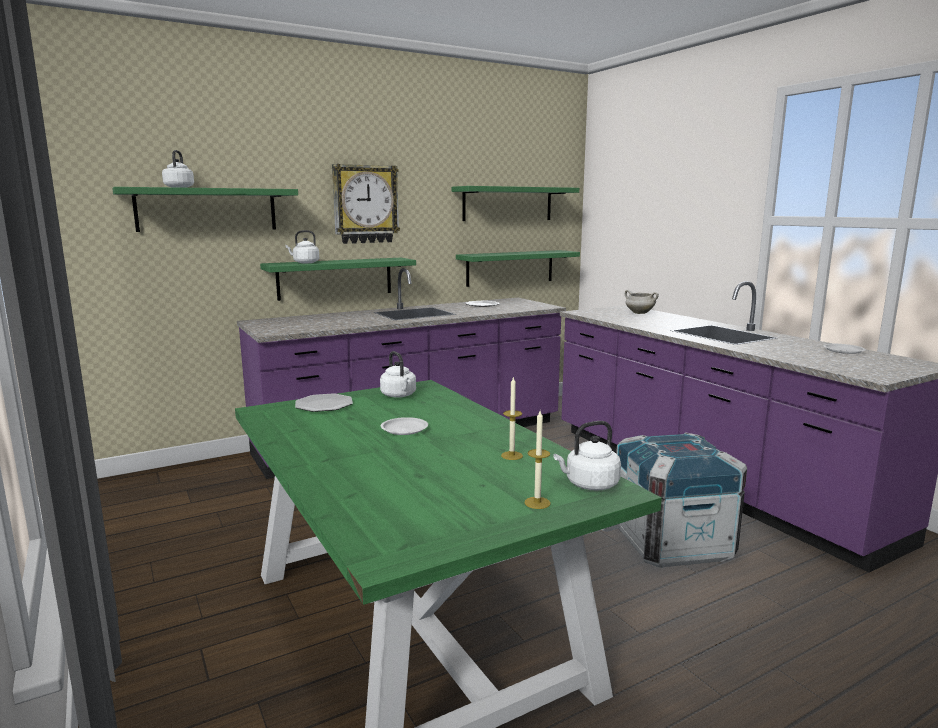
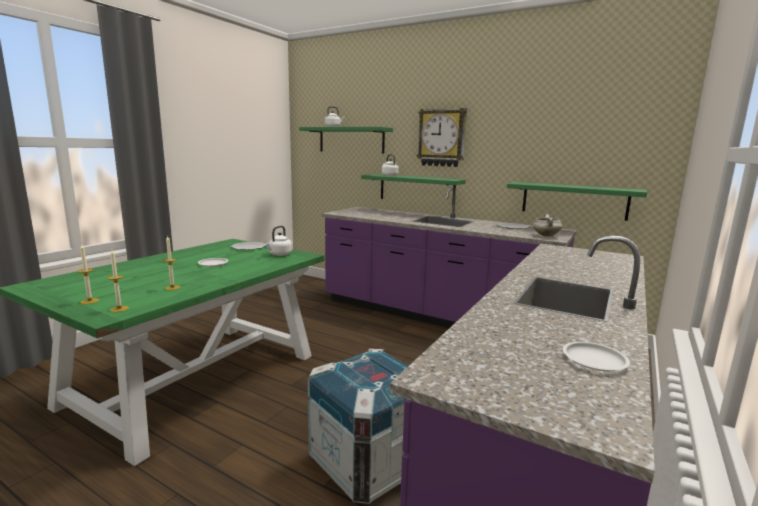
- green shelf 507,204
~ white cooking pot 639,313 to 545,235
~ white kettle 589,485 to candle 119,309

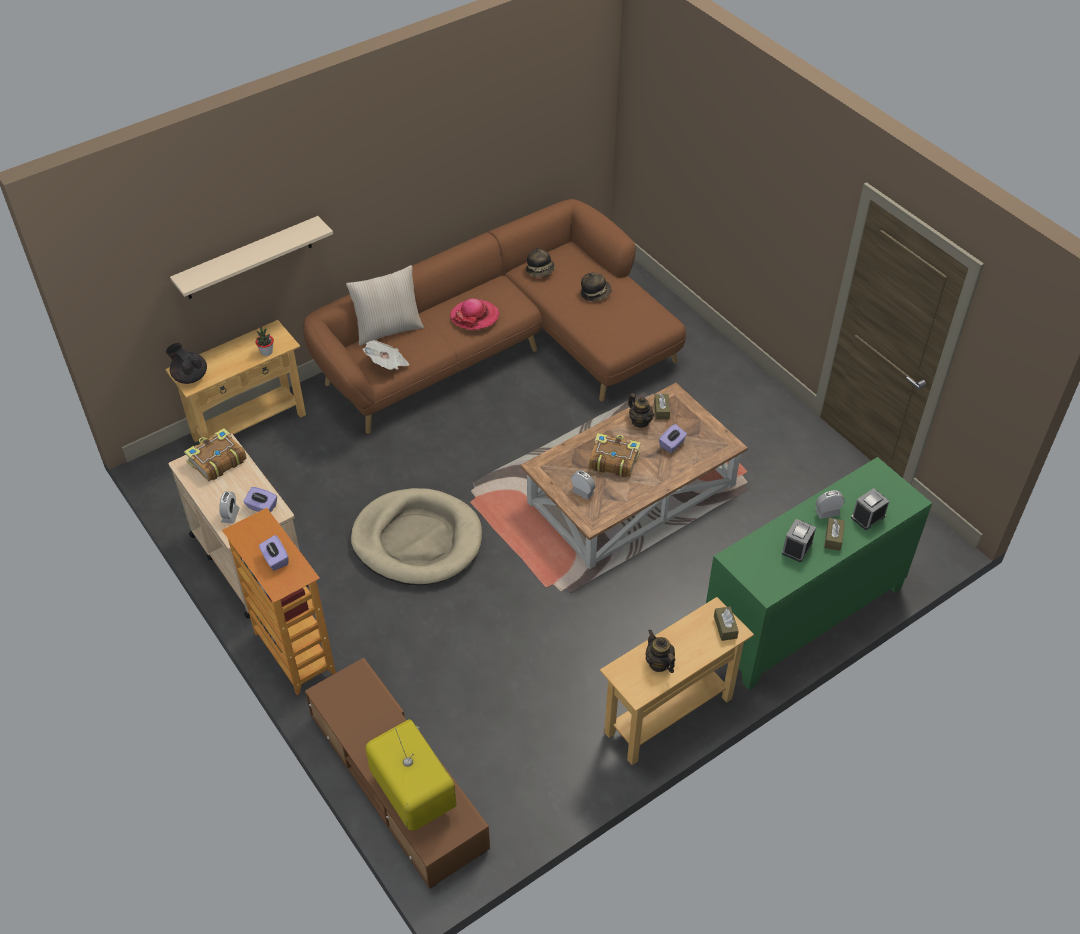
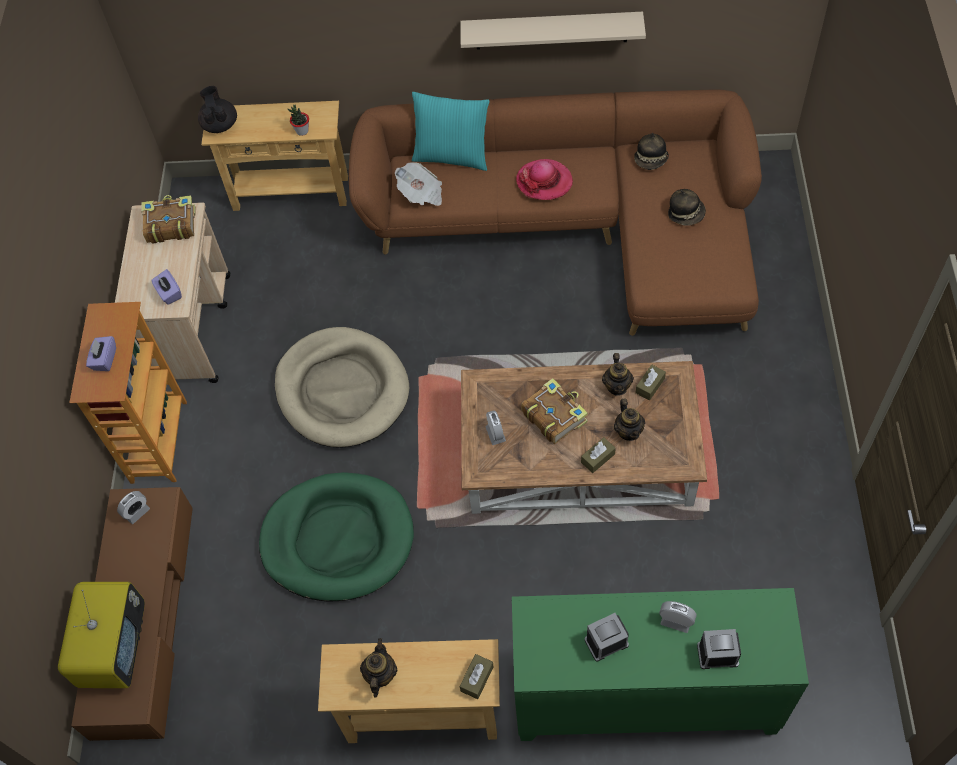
~ beige shelf 248,258 to 551,30
~ beige pillow 388,329 to turquoise pillow 452,156
~ purple tissue box 672,444 to teapot 628,431
~ alarm clock 230,515 to 137,512
~ brown tissue box 833,538 to 598,458
+ green dog bed 338,539

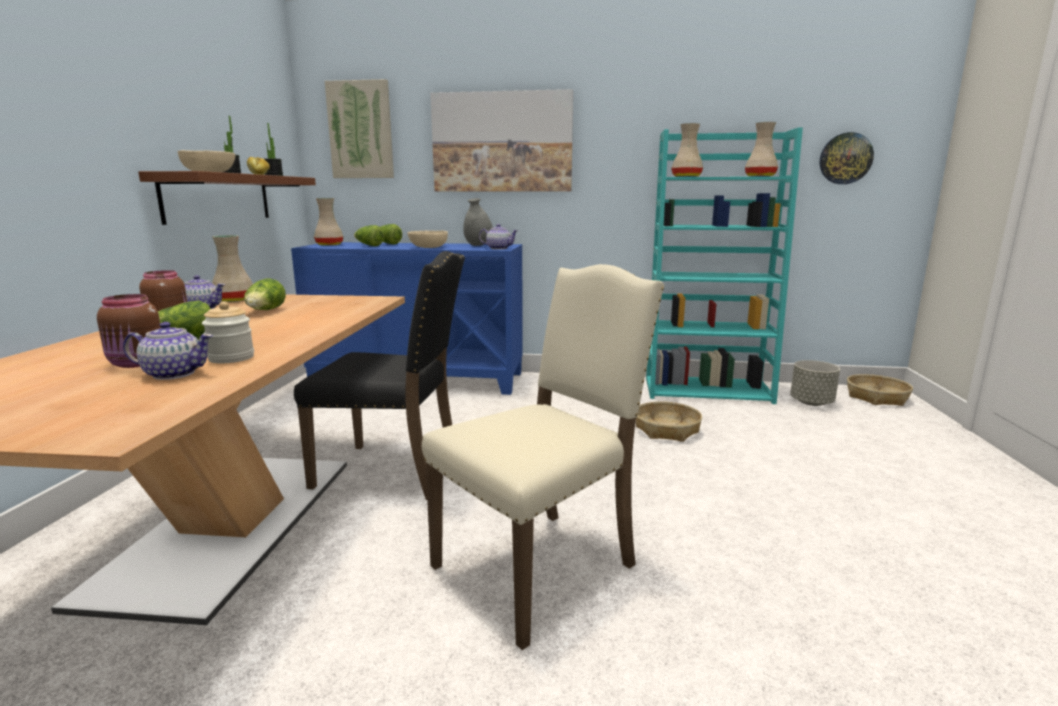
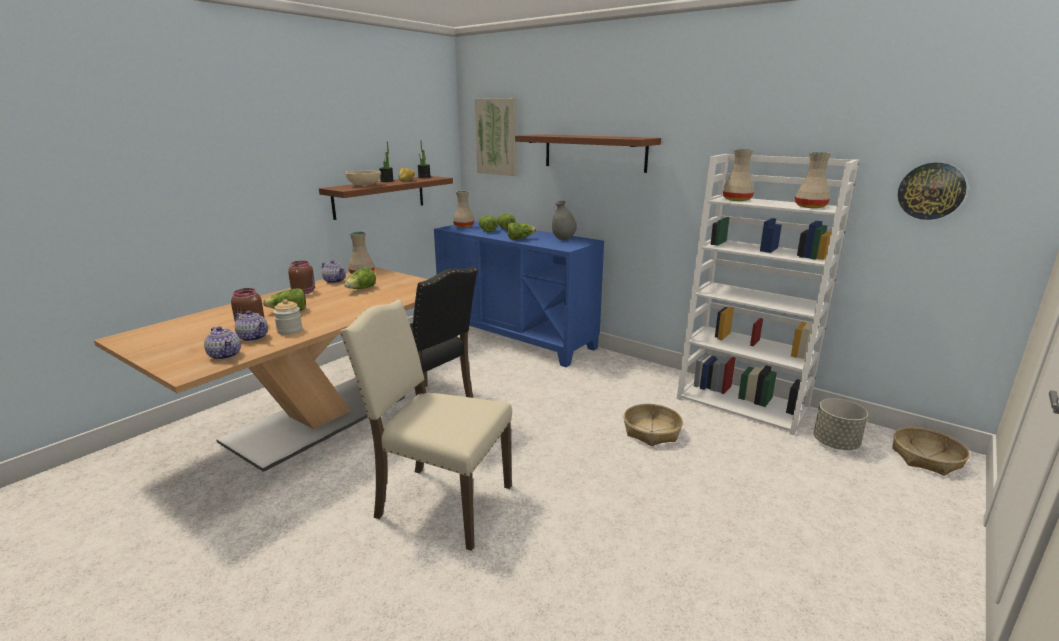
~ picture 502,142 to brown shelf 594,152
~ turquoise bookcase 708,390 to white bookcase 743,403
~ teapot 498,248 to 225,355
~ beige bowl 428,247 to lettuce 520,239
~ beige chair 540,566 = 440,502 150 degrees counterclockwise

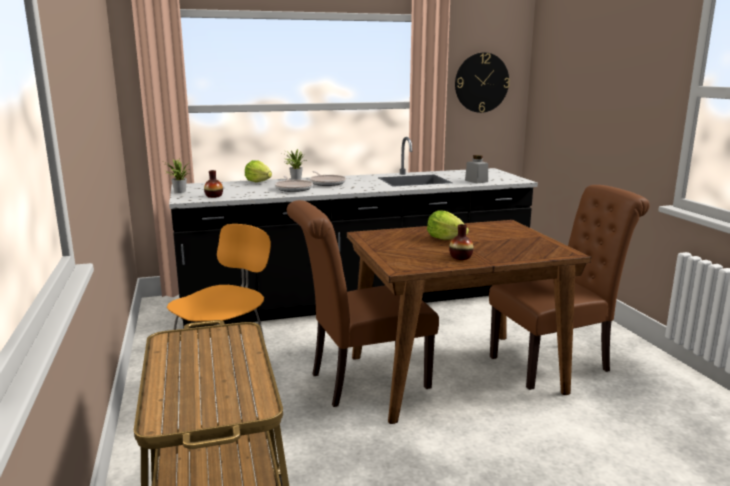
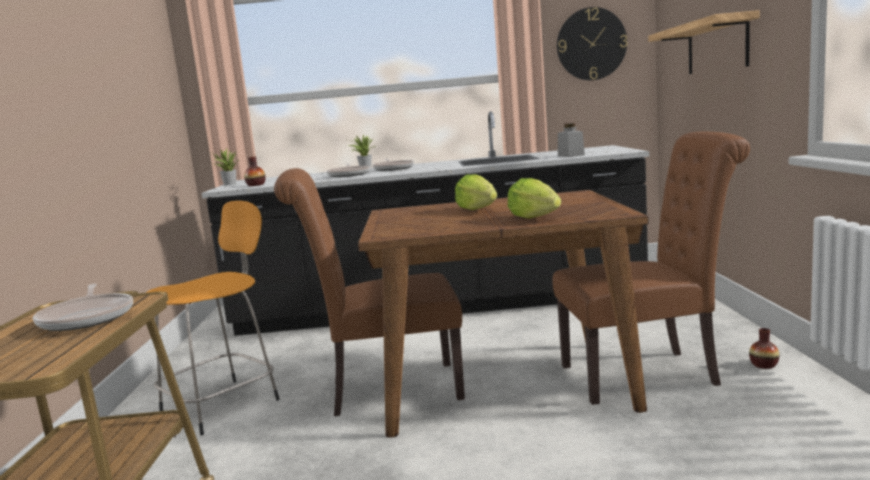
~ lettuce 259,182 to 534,218
~ vase 460,257 to 763,365
+ shelf 717,46
+ frying pan 88,317

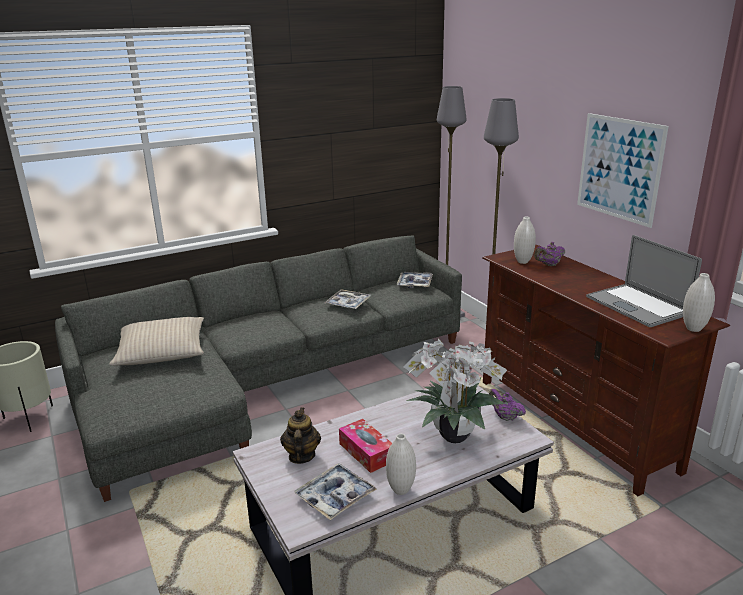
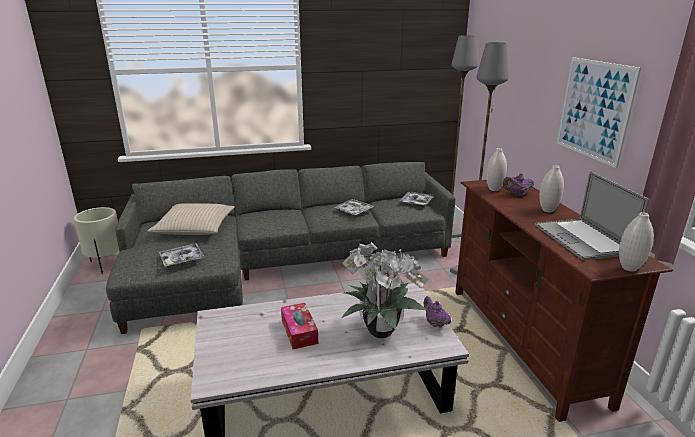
- teapot 301,456
~ white vase 400,490 to 547,210
~ tray 335,497 to 182,259

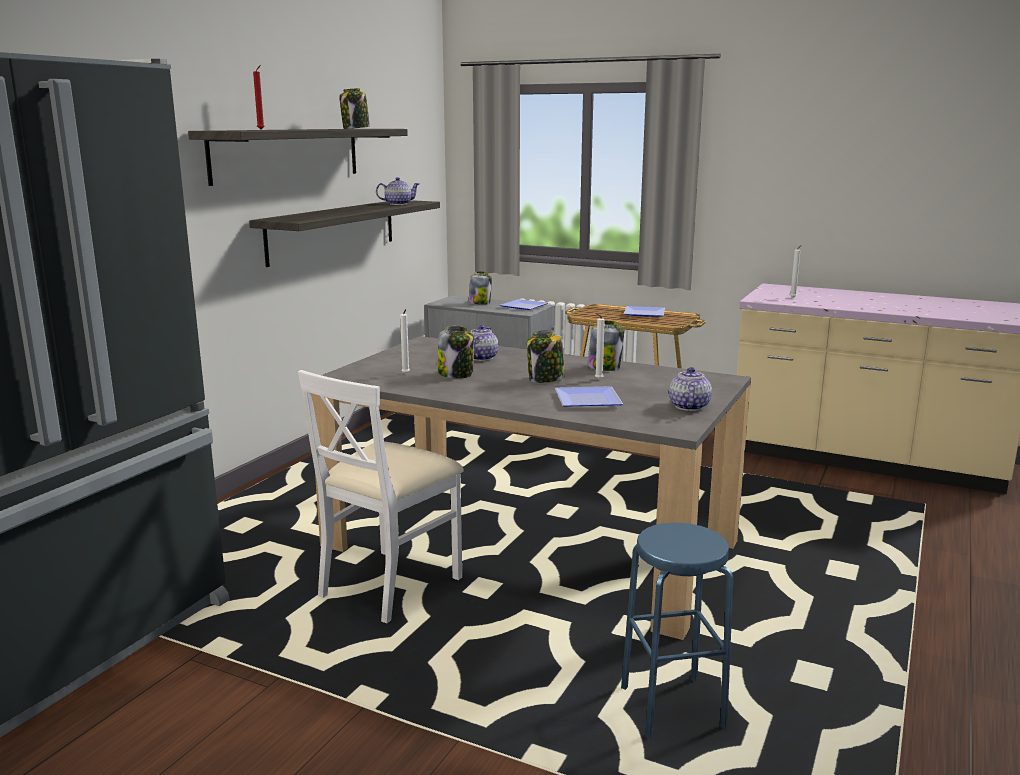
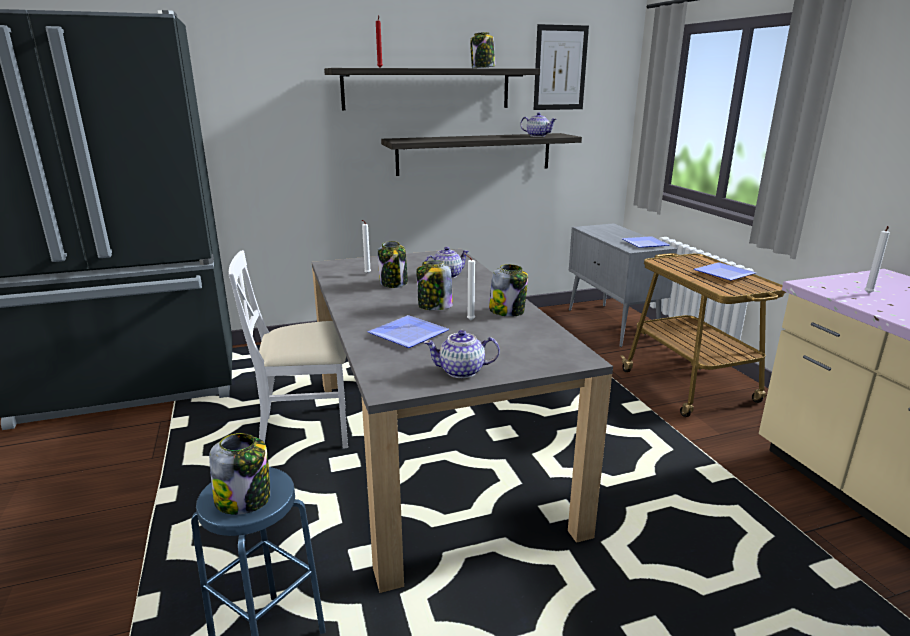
~ jar 479,303 to 244,499
~ teapot 688,406 = 462,371 150 degrees counterclockwise
+ picture 560,68

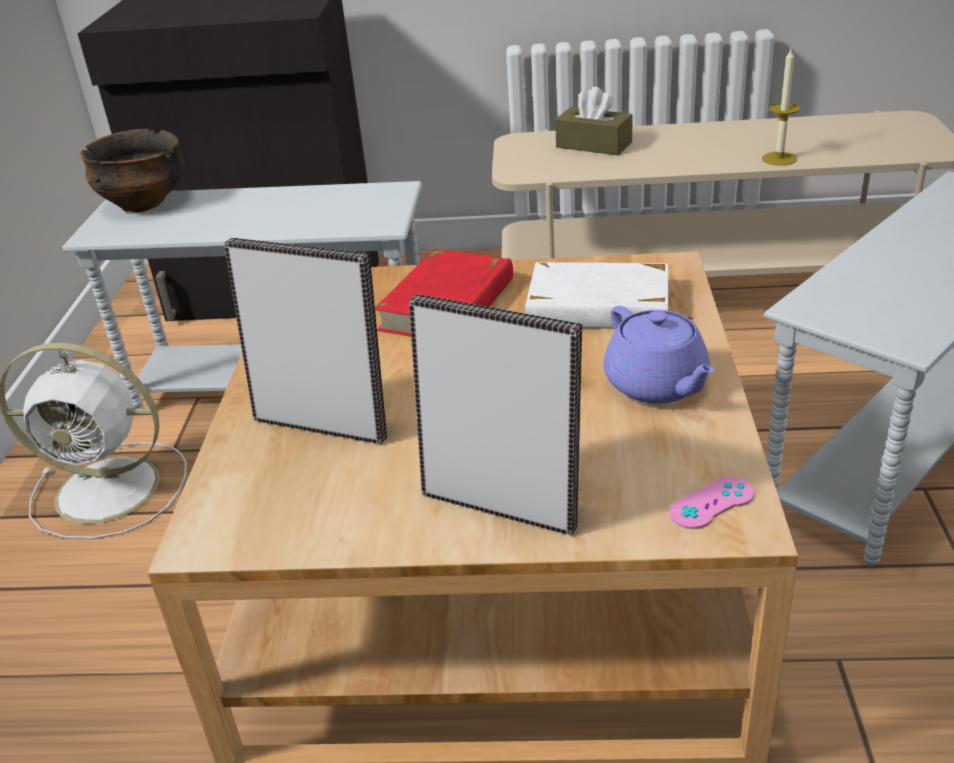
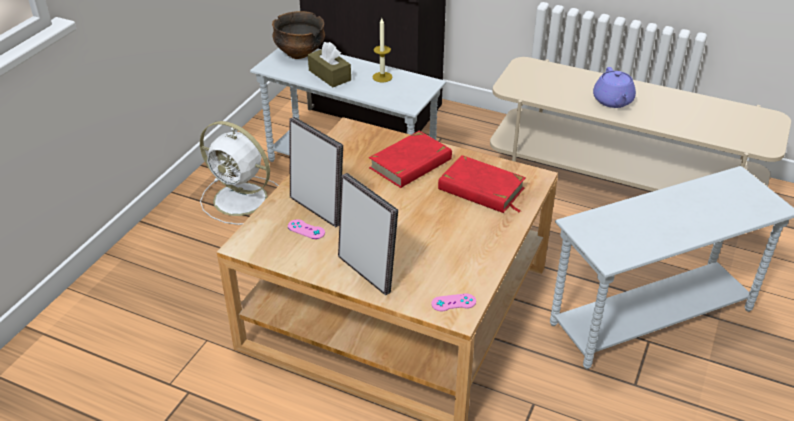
~ candle 779,159 to 382,77
~ brown tissue box 594,145 to 329,75
~ white book 599,307 to red book 481,189
~ purple teapot 657,385 to 613,101
+ pink game controller 306,229

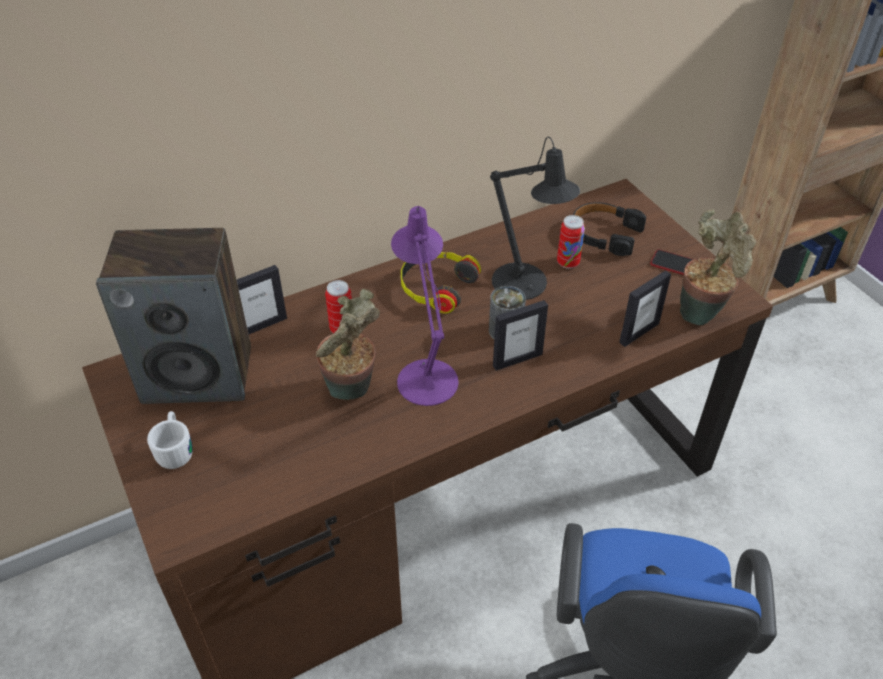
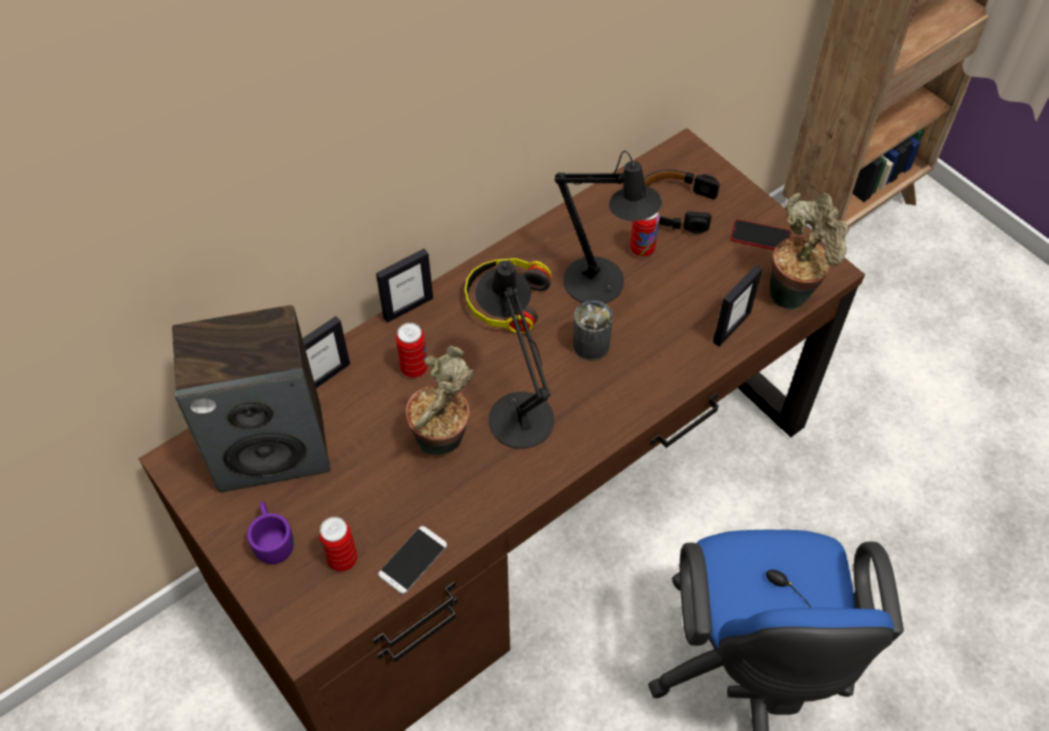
~ purple table lamp 425,375 to black table lamp 517,411
~ picture frame 517,359 to 408,307
~ white mug 175,448 to purple mug 272,538
+ can 342,559
+ phone 413,560

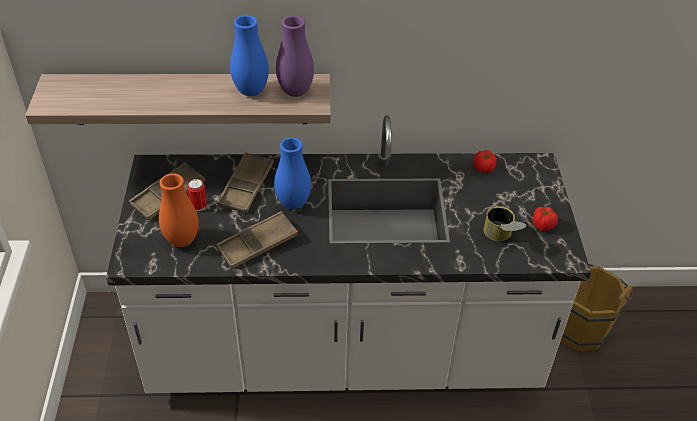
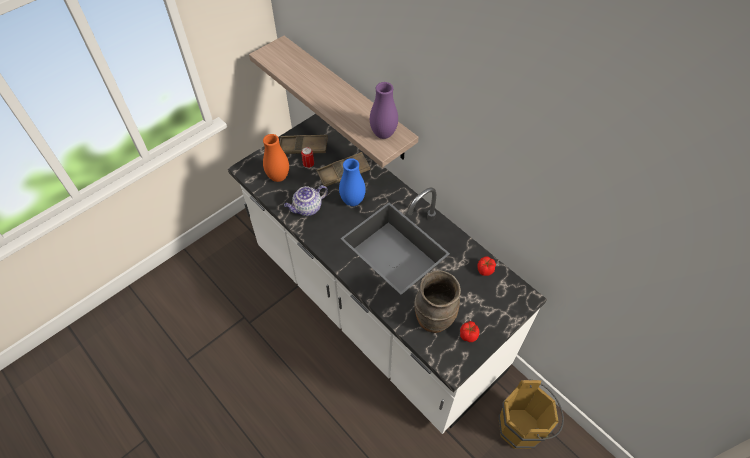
- blue vase 251,91
~ can 501,237 to brown vase 433,319
~ brown tray 257,244 to teapot 307,208

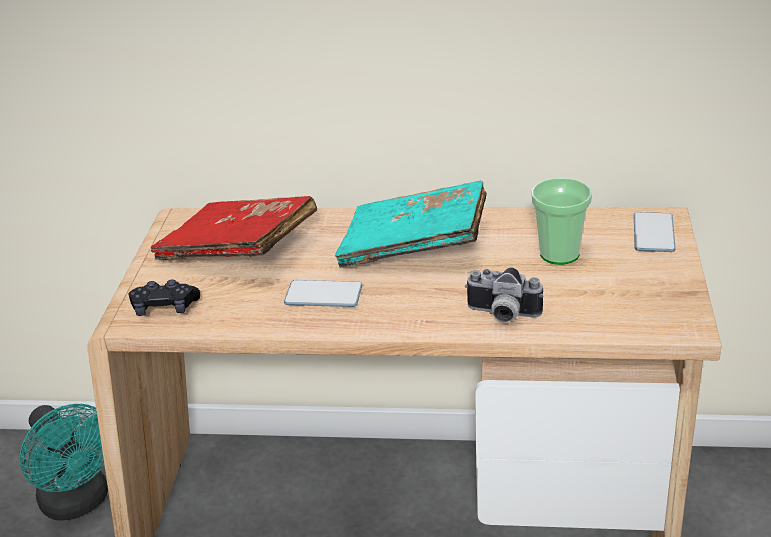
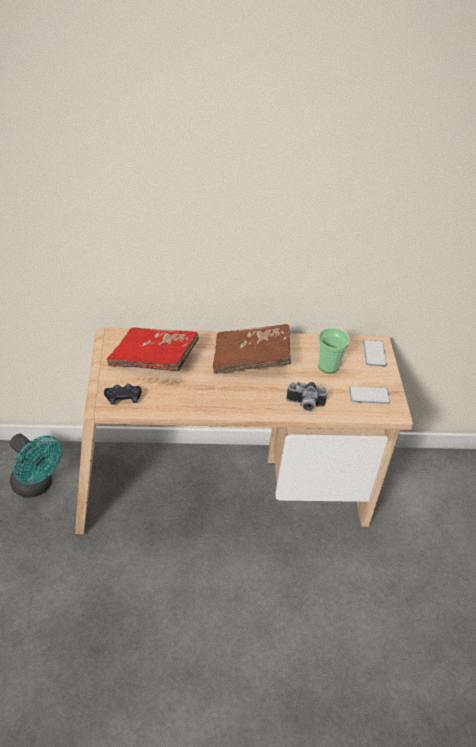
~ turquoise book 415,246 to brown book 251,359
~ phone 323,295 to 369,395

